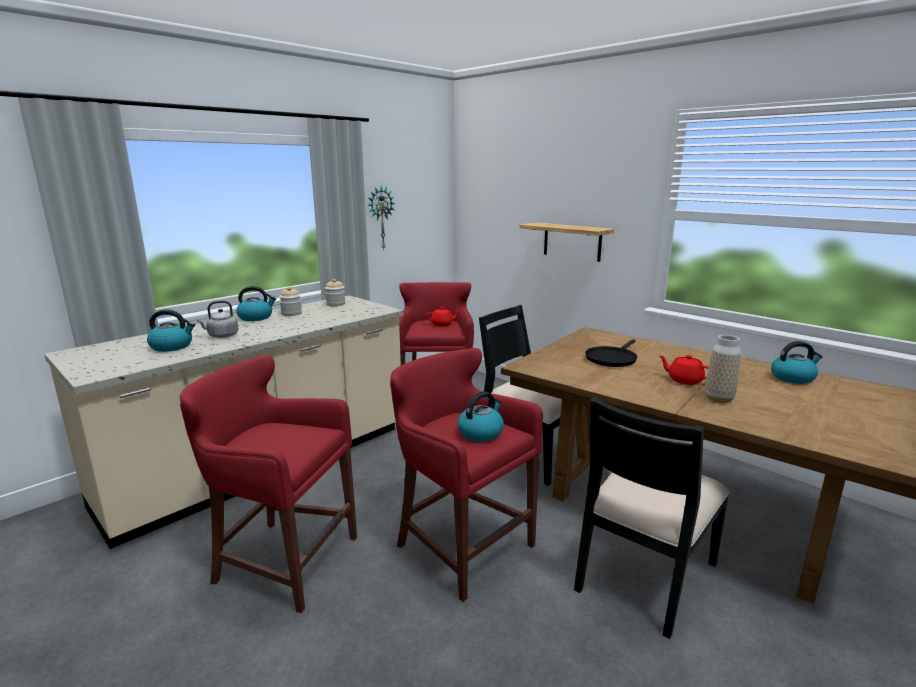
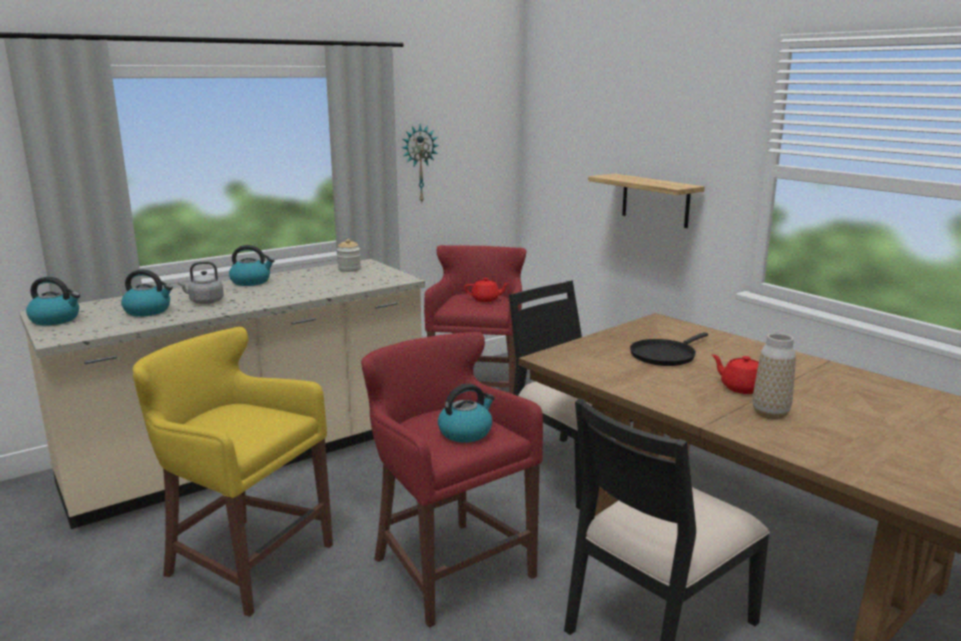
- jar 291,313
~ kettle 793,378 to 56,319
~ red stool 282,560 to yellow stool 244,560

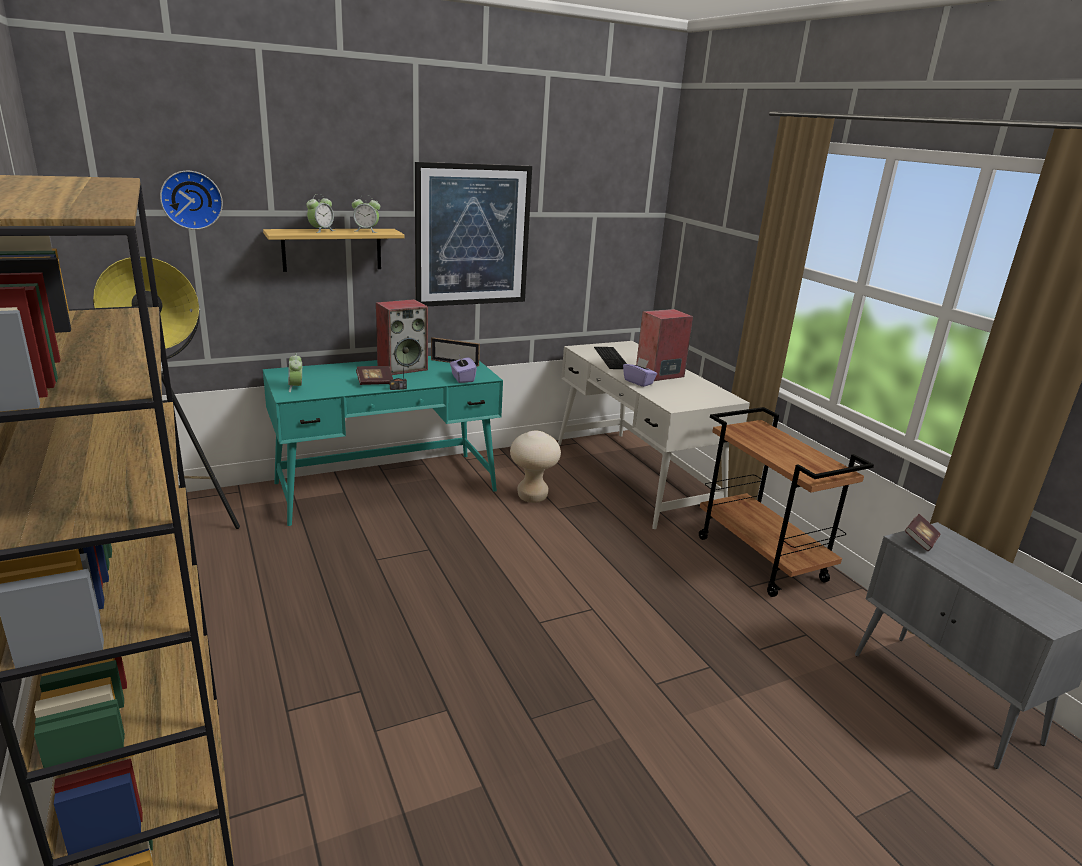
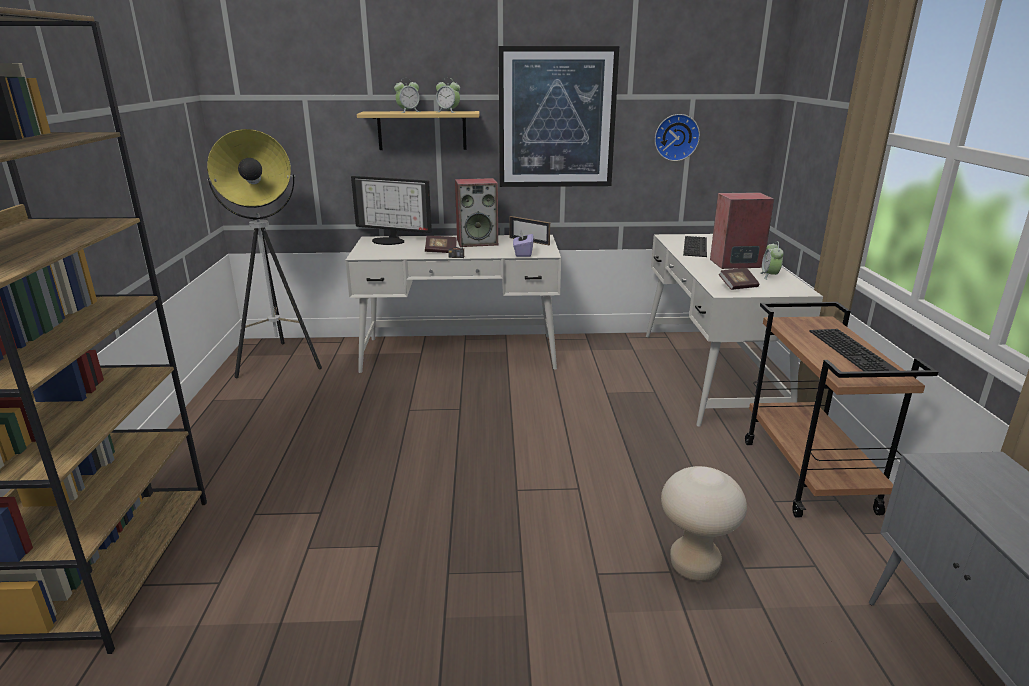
~ wall clock 191,199 to 676,137
~ alarm clock 296,387 to 769,276
~ turquoise desk 387,487 to white desk 460,353
- purple tissue box 638,382
~ beige stool 532,497 to 694,567
~ book 920,541 to 738,287
+ monitor 390,240
+ keyboard 854,351

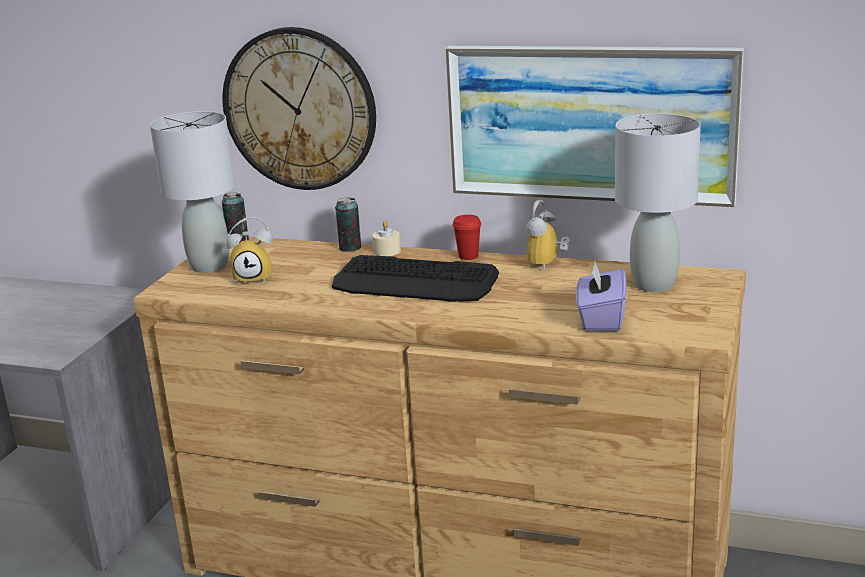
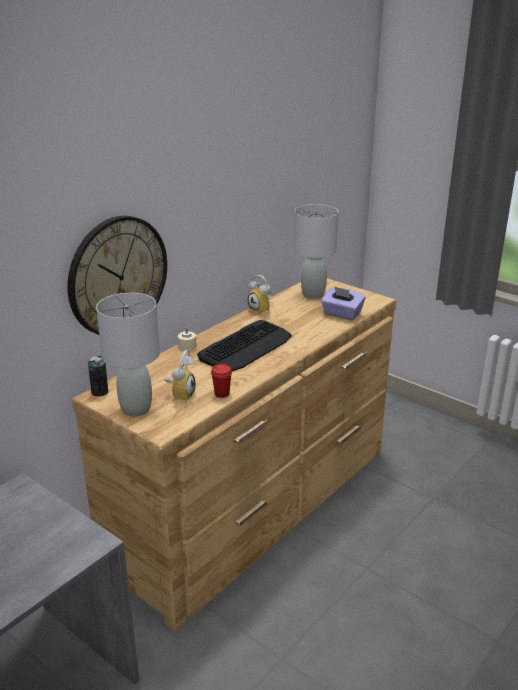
- picture 590,123
- can 350,248
~ red cup 468,256 to 222,394

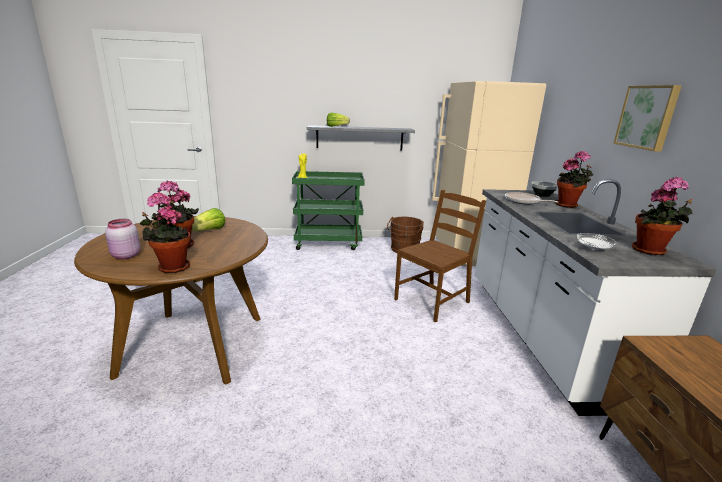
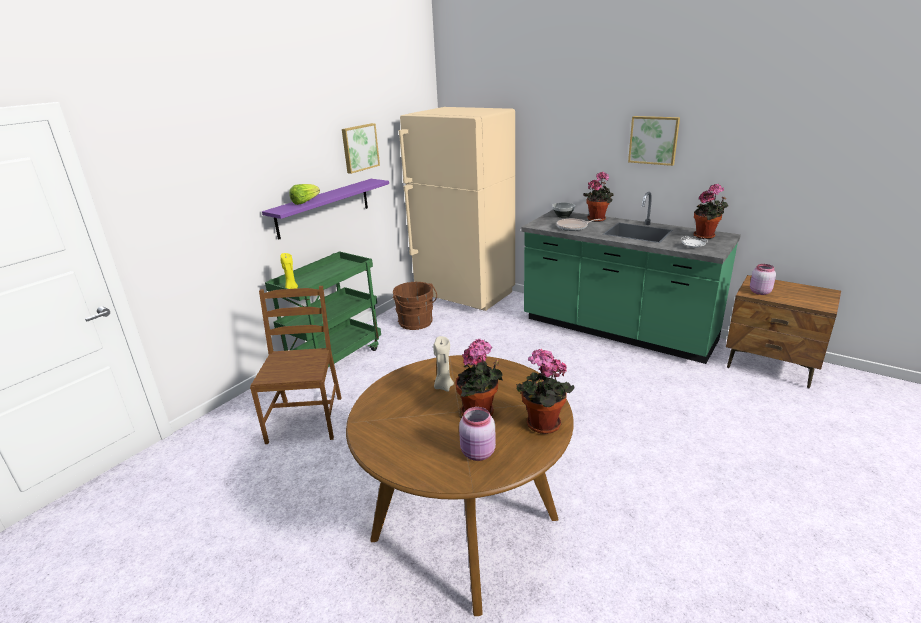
~ grey shelf 359,138 to purple shelf 323,208
~ white counter 539,334 to green counter 616,331
~ brown chair 432,301 to 306,419
~ lettuce 209,231 to beige candle 443,386
+ picture 359,147
+ pink jar 759,292

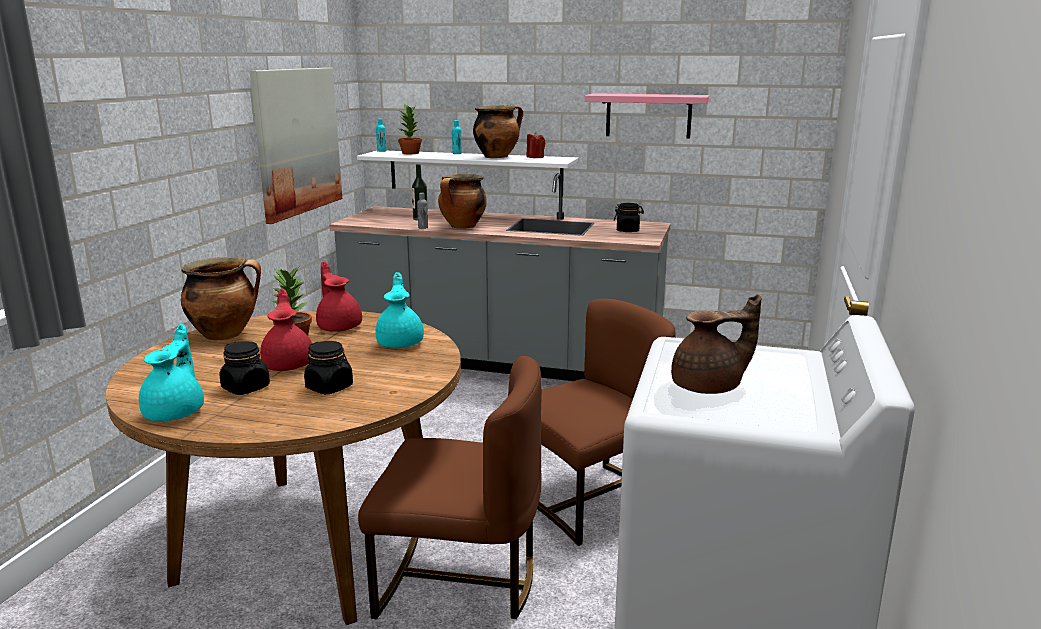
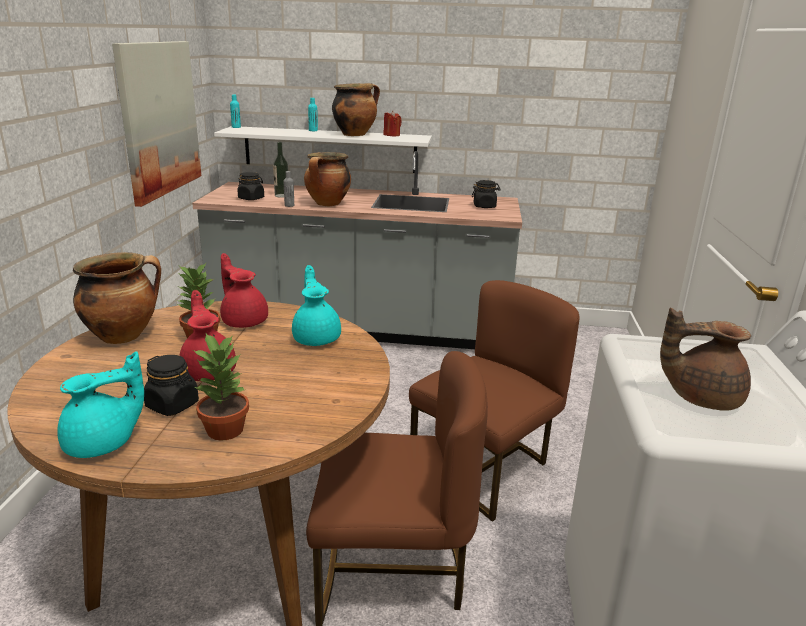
- pink shelf 648,115
~ potted plant 410,153 to 225,429
~ brown teapot 709,387 = 700,397 150 degrees counterclockwise
~ turquoise teapot 176,412 = 103,444 60 degrees clockwise
~ black jar 329,387 to 251,198

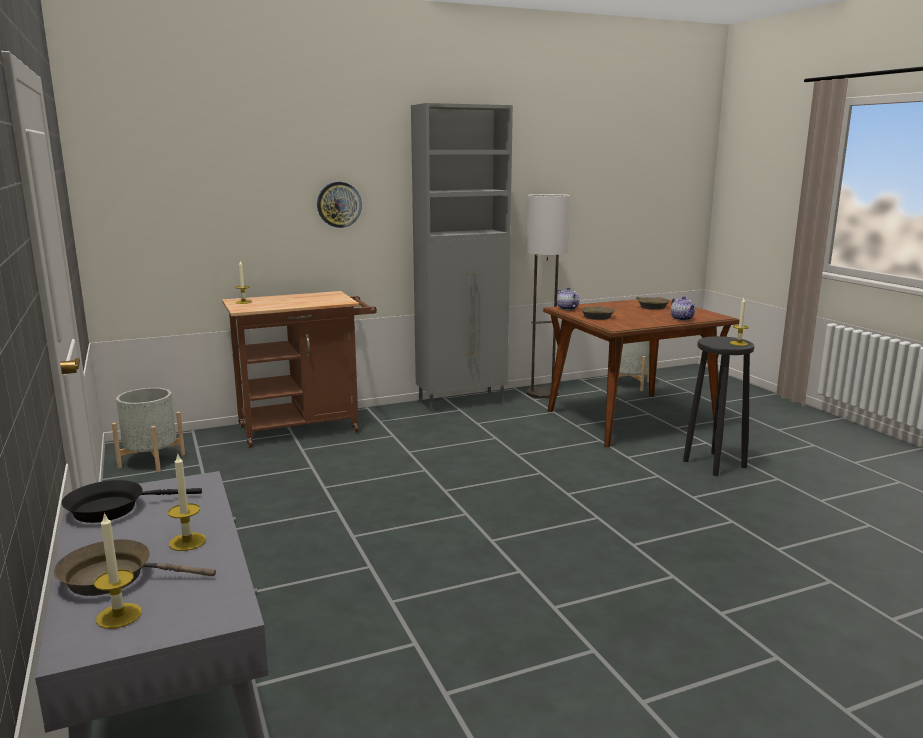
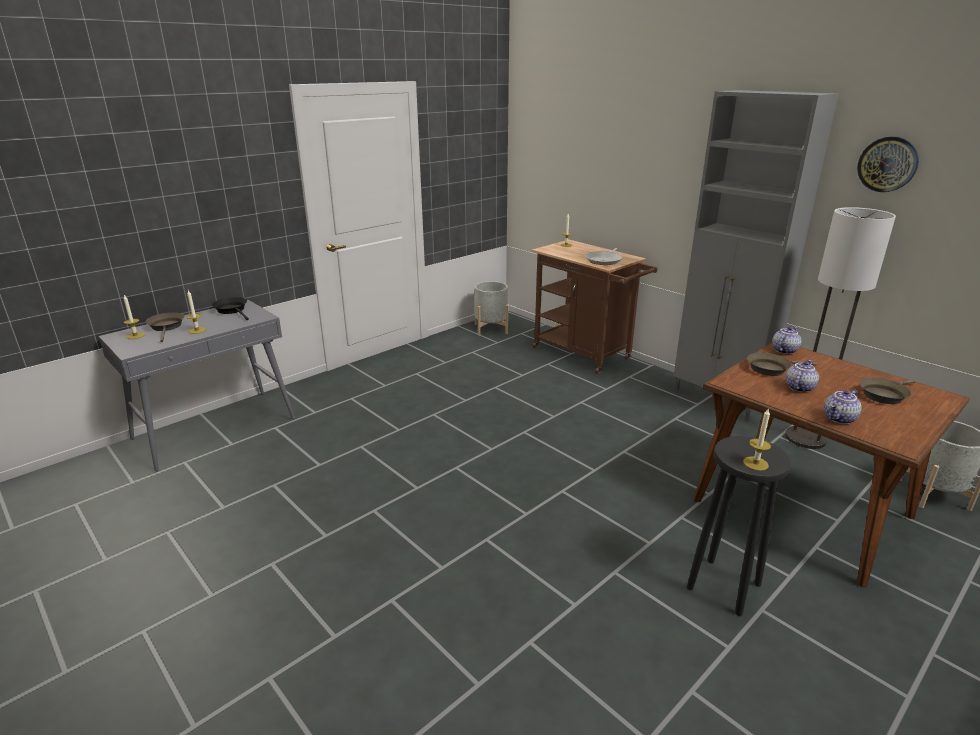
~ wall clock 339,204 to 887,164
+ frying pan 604,260
+ teapot 798,387

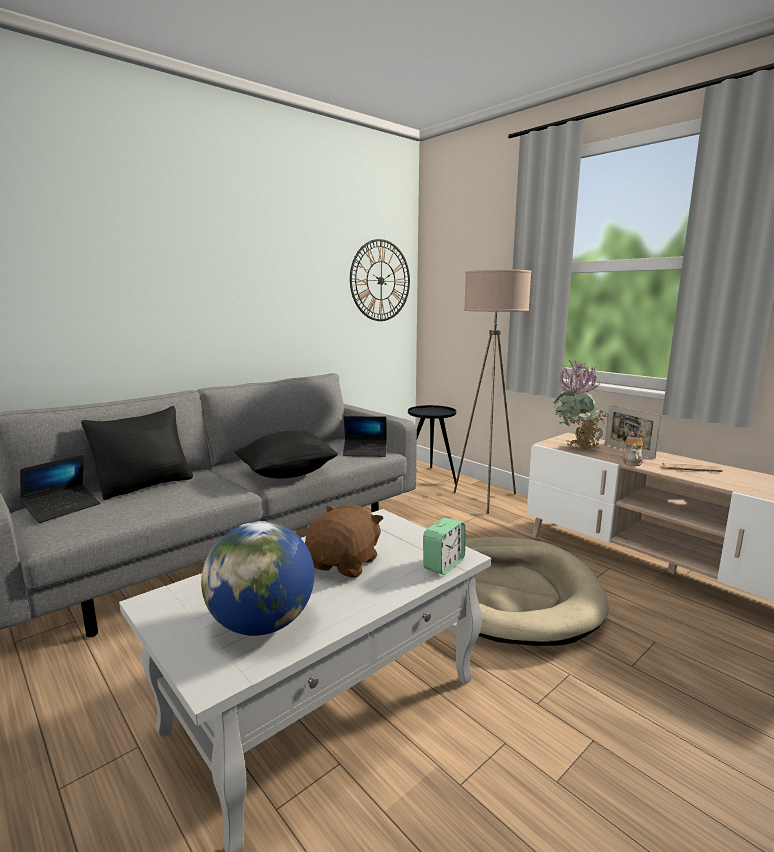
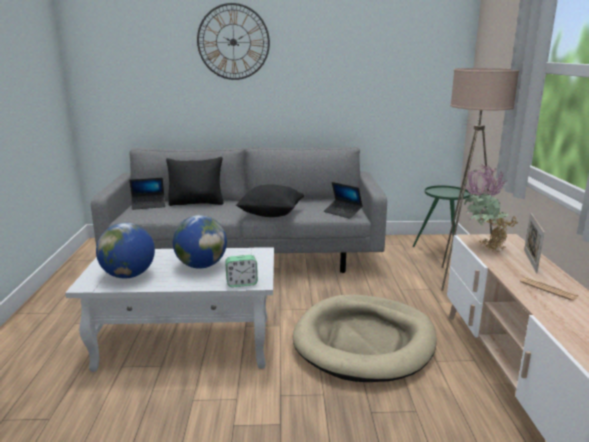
~ wall clock 380,280 to 233,42
~ black side table 430,478 to green side table 440,251
- teapot 632,462
~ brown plush toy 345,564 to globe 201,266

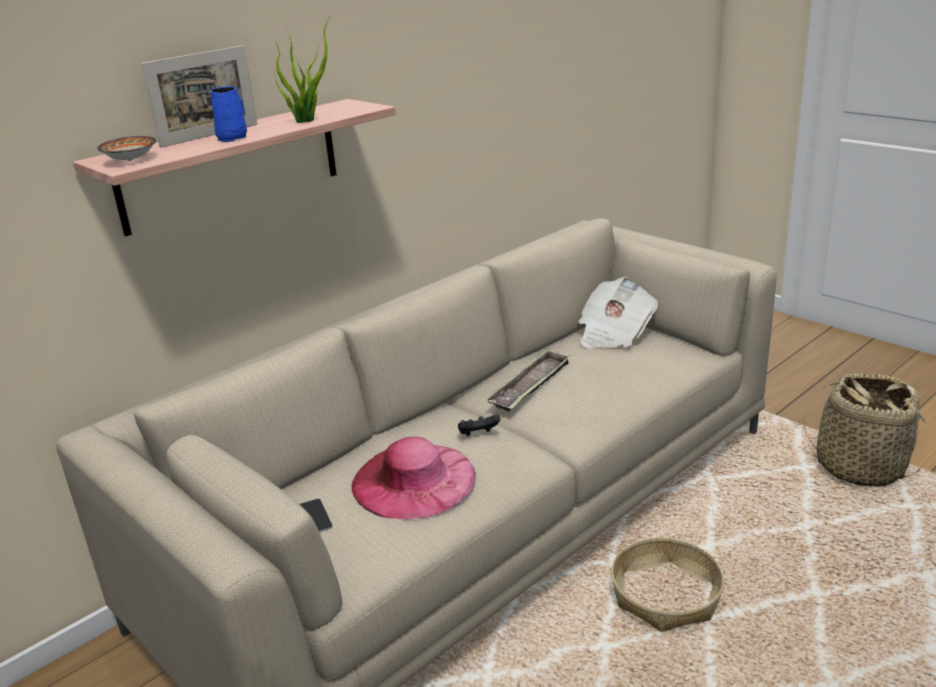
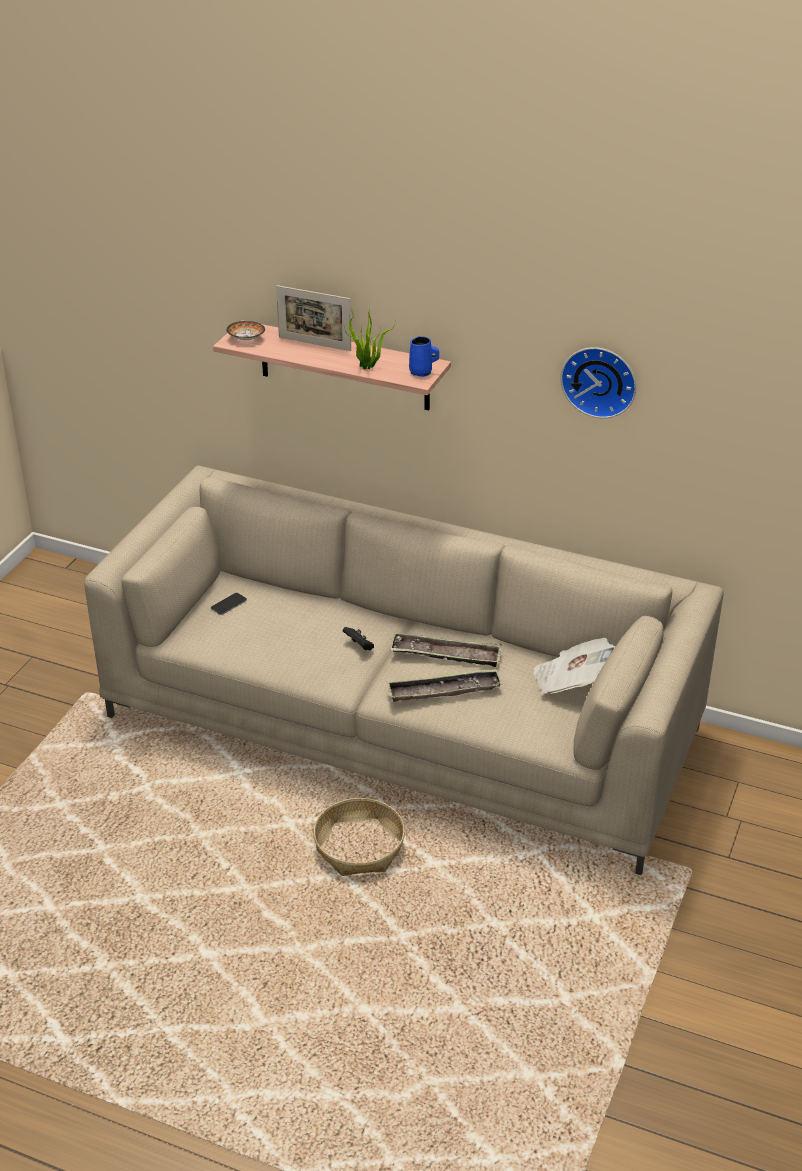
~ blue mug 233,138 to 422,372
- basket 859,466
- pink hat 414,480
+ wall clock 600,380
+ tray 443,690

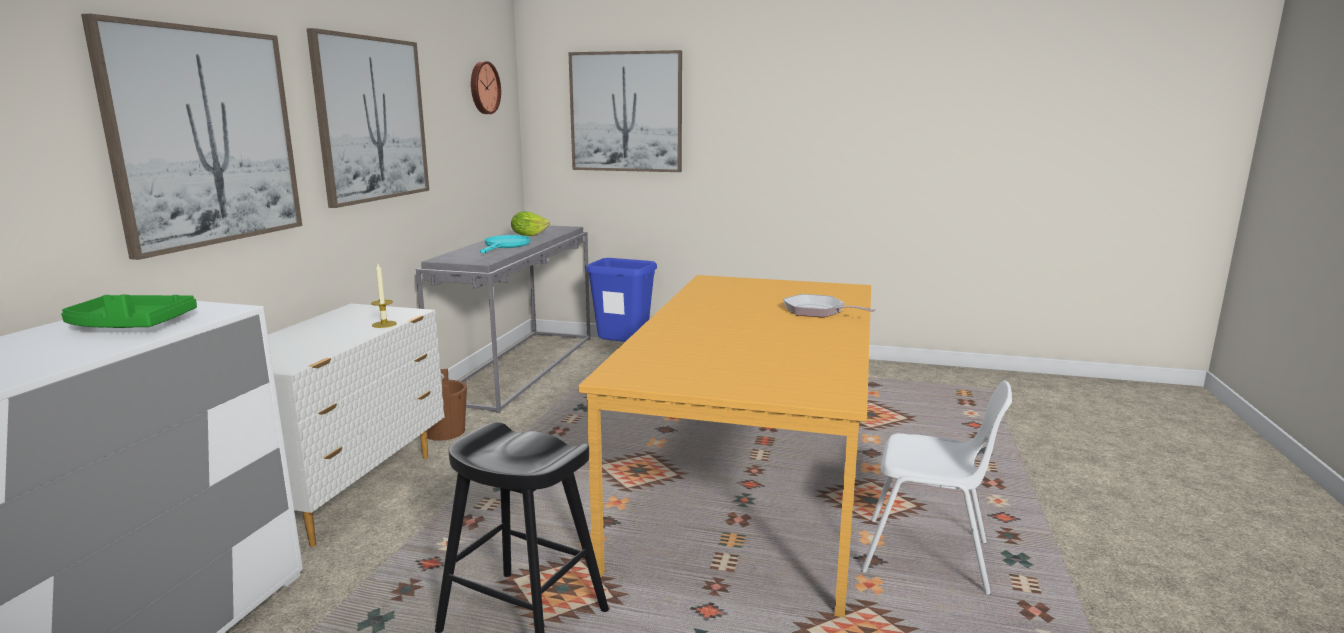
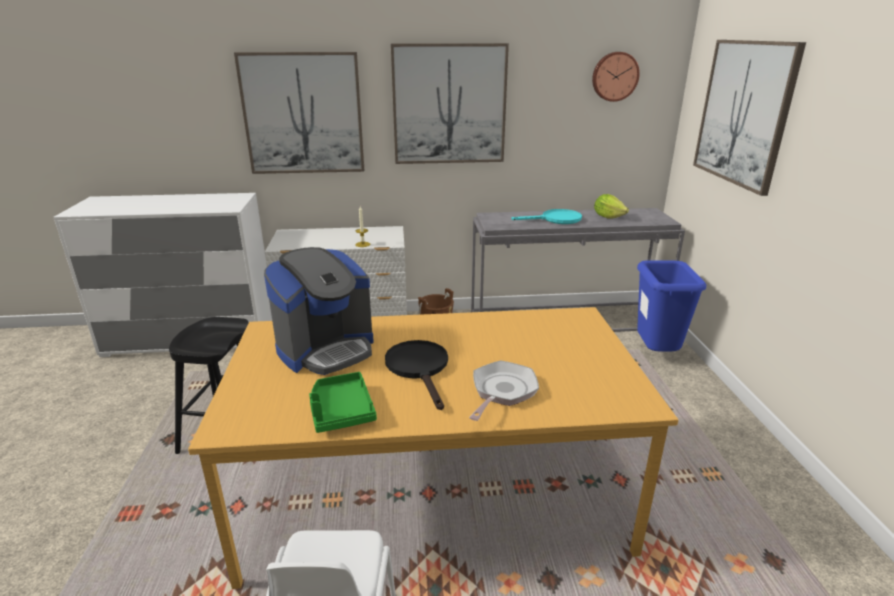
~ green tray 130,326 to 341,411
+ coffee machine 326,349
+ black frying pan 419,368

